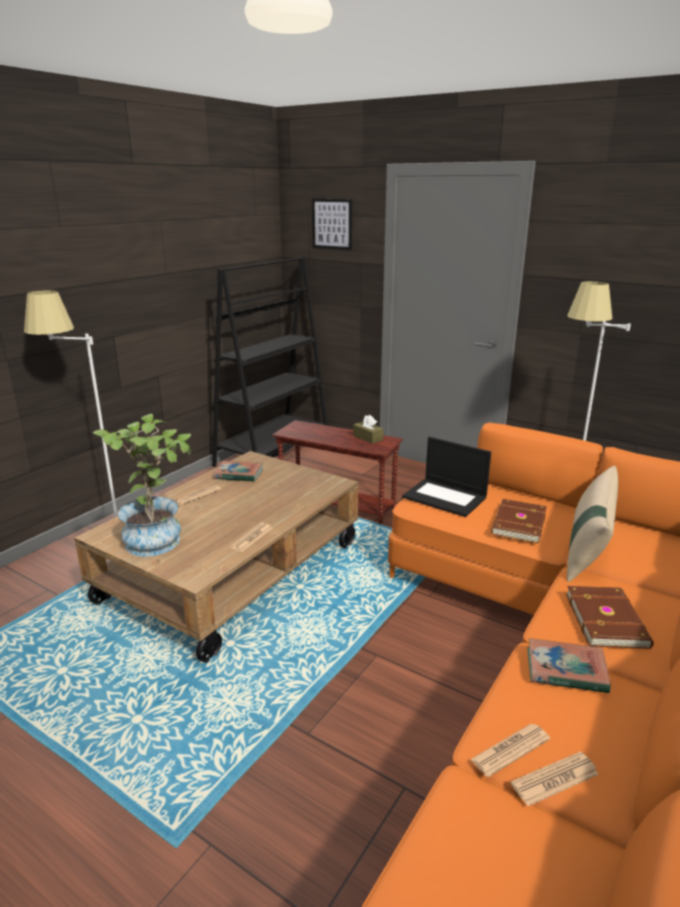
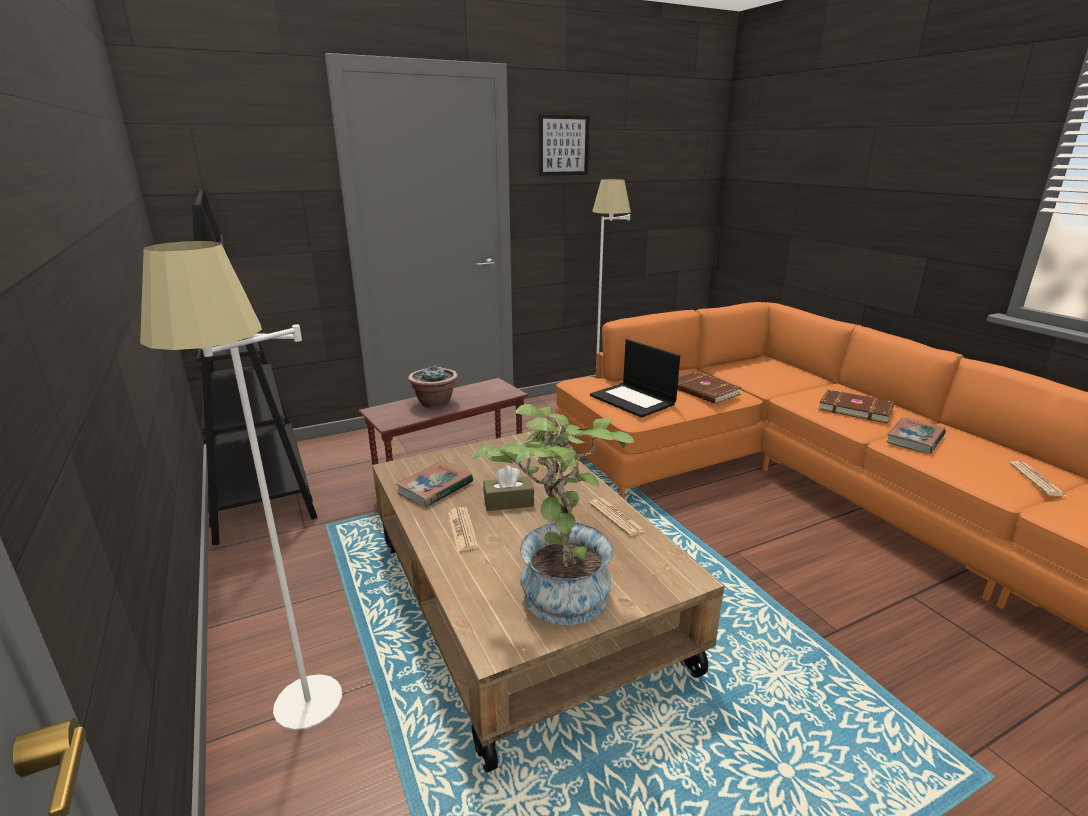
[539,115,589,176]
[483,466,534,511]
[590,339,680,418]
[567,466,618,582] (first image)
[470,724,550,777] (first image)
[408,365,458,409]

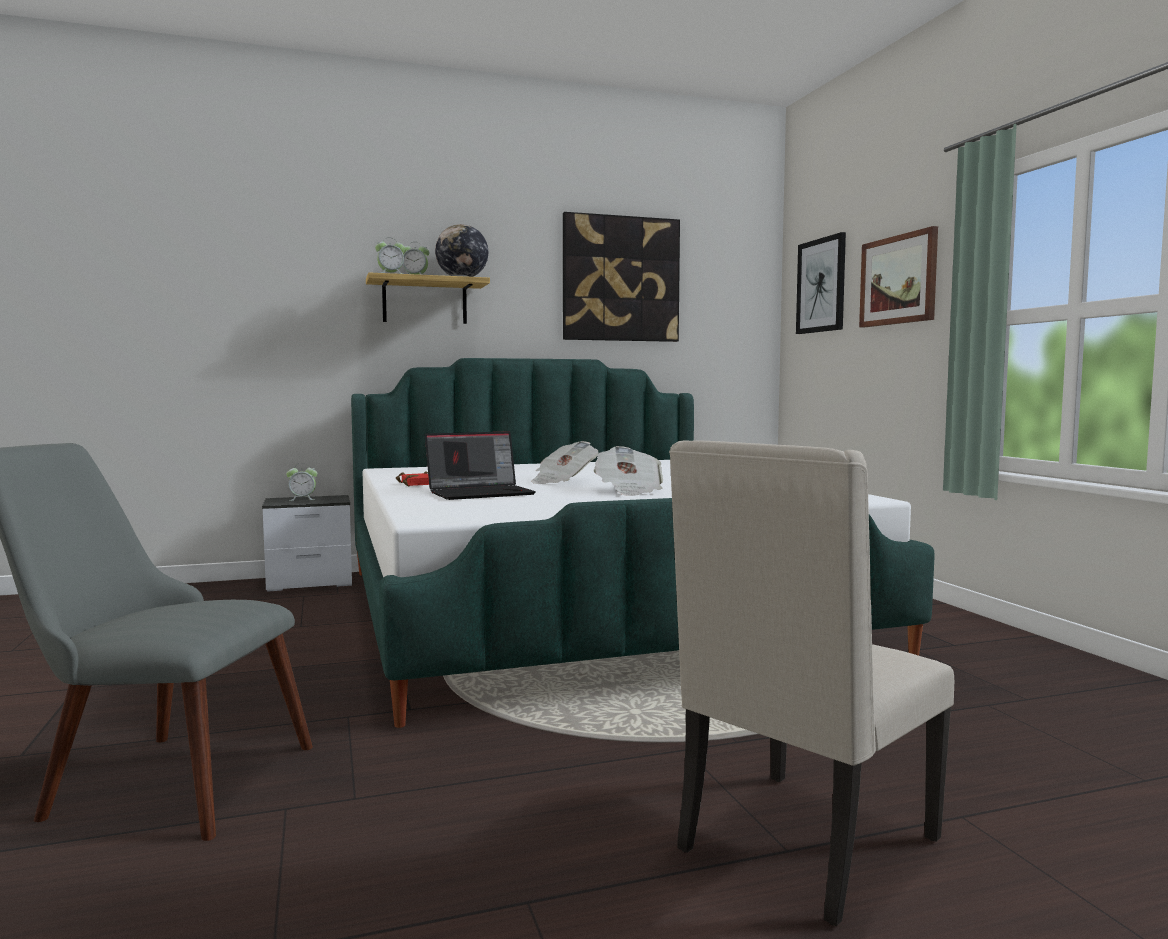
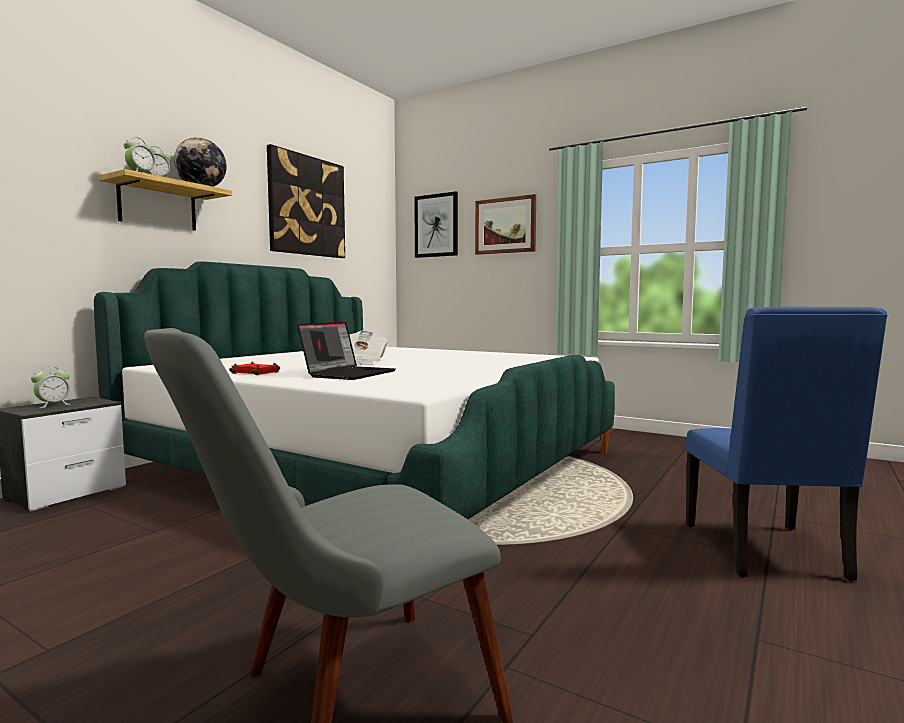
[686,307,888,581]
[594,446,663,496] (first image)

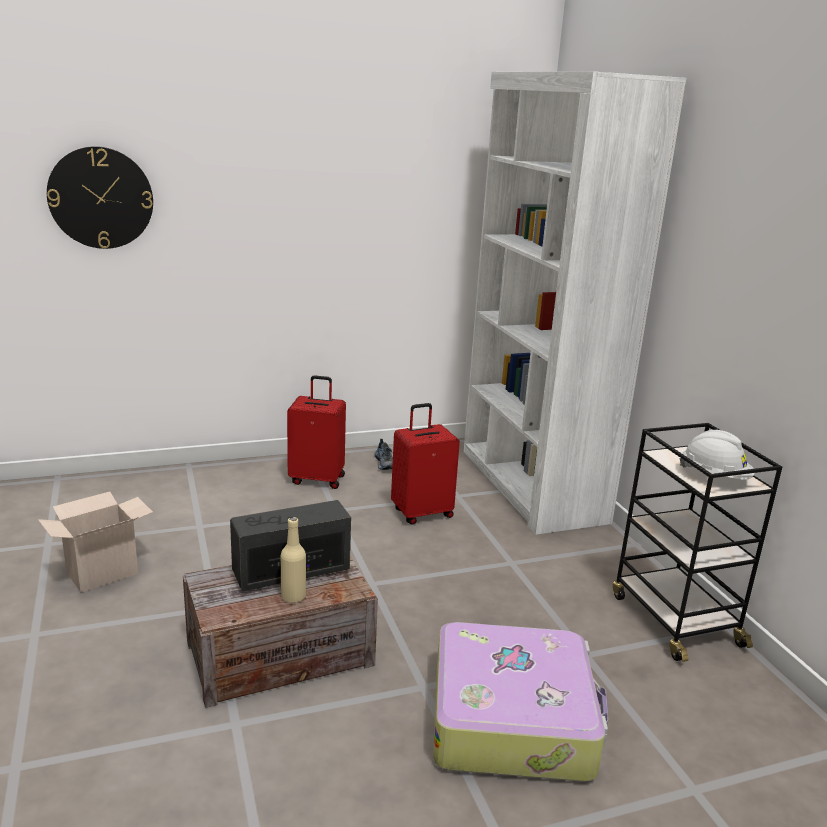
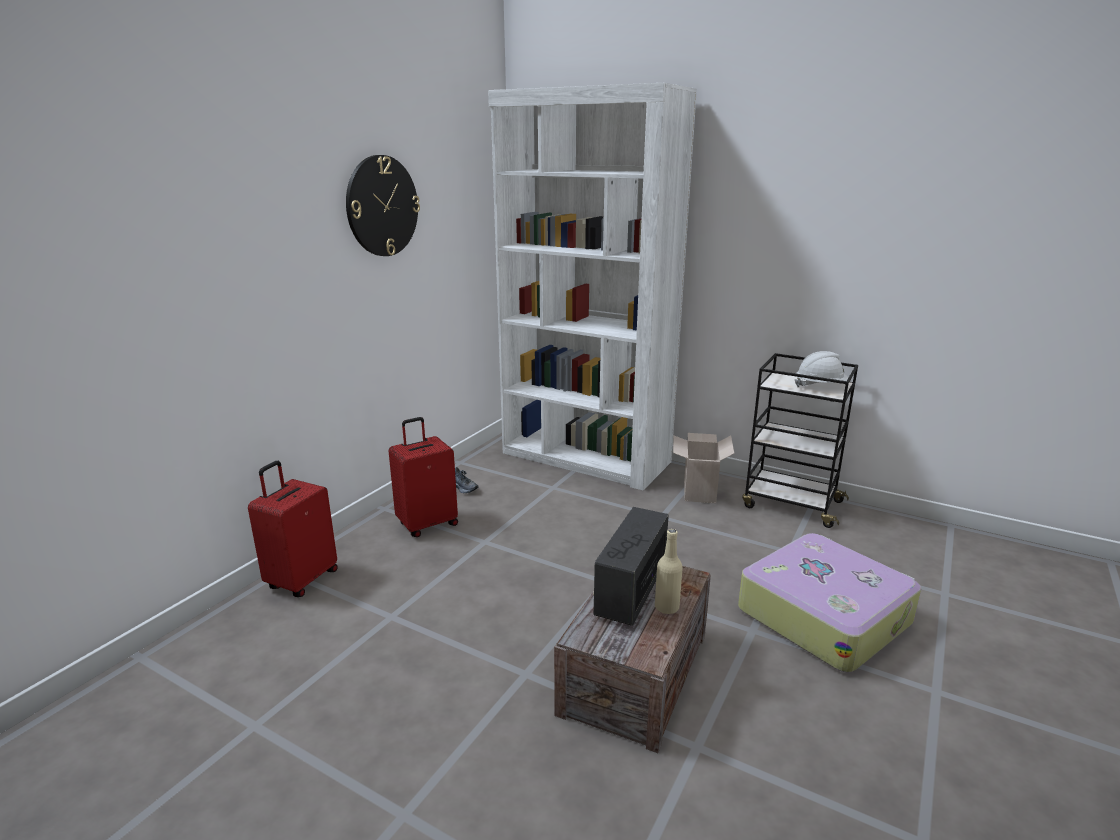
[346,155,420,256]
[248,461,338,597]
[673,433,734,503]

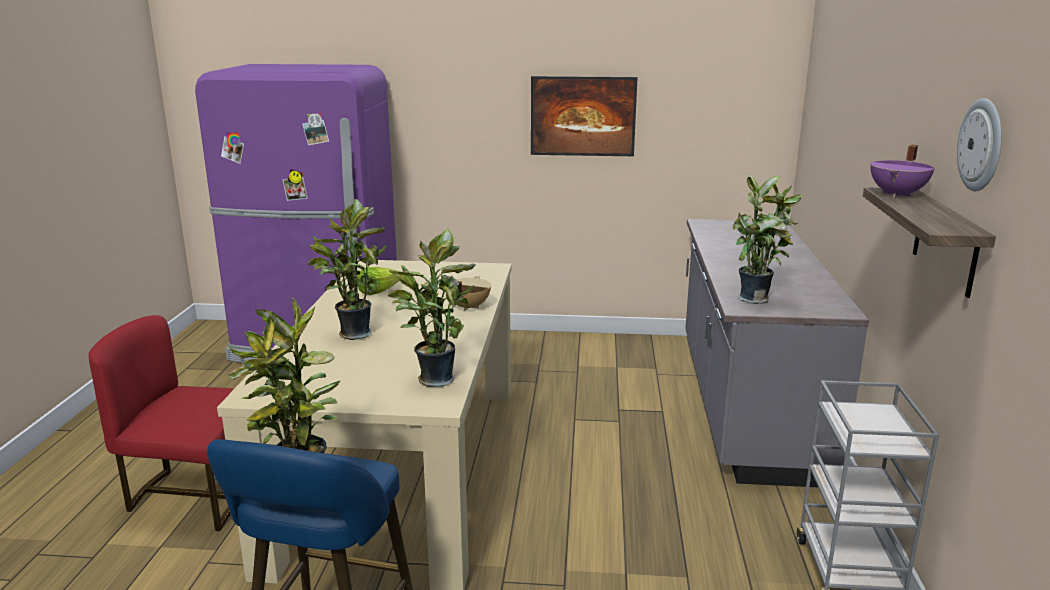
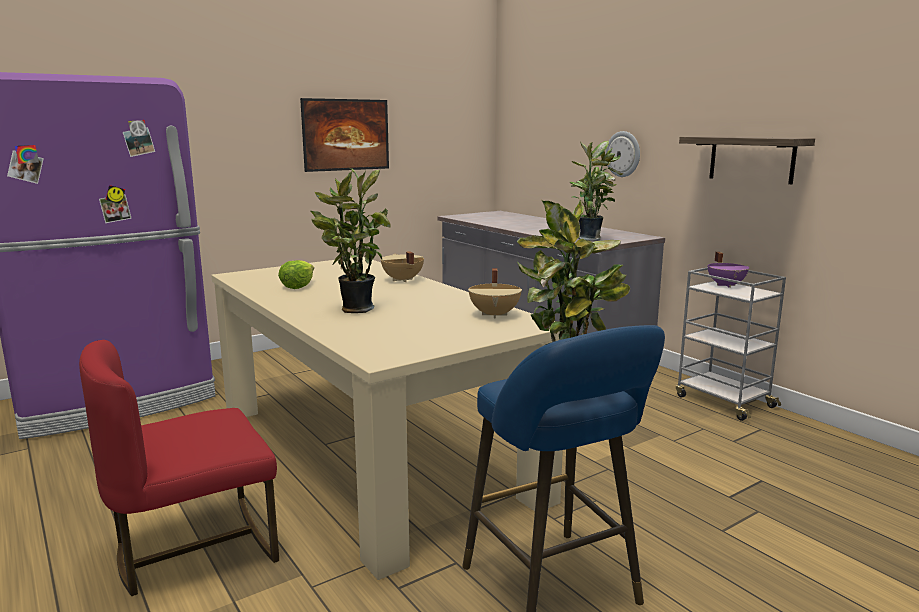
[605,131,640,177]
[708,252,749,288]
[468,268,522,319]

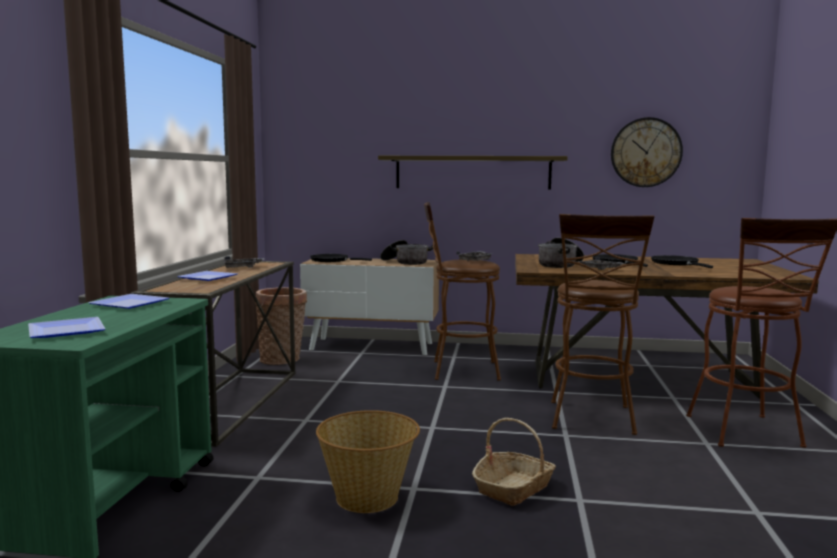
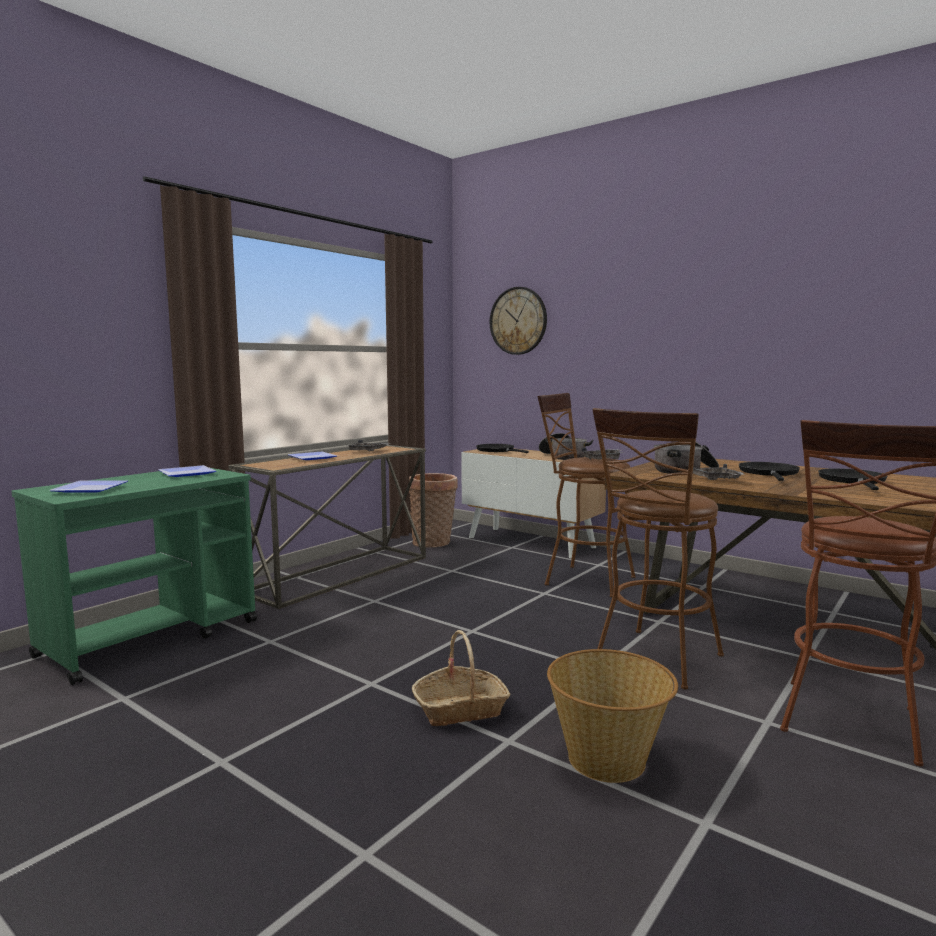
[490,287,547,355]
[378,156,568,190] (first image)
[547,649,678,783]

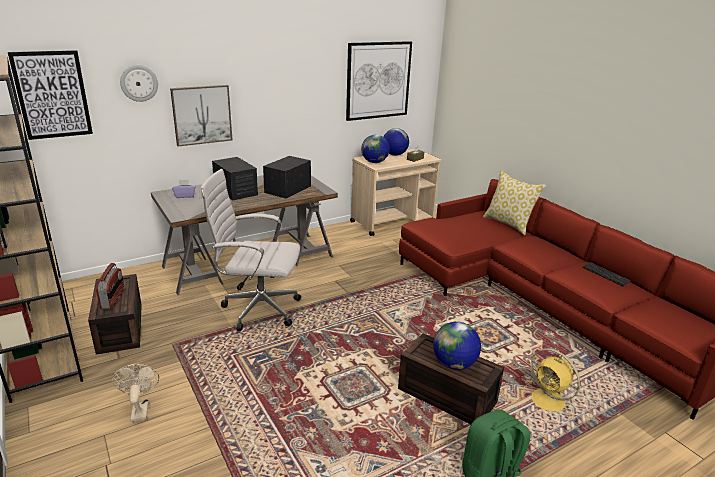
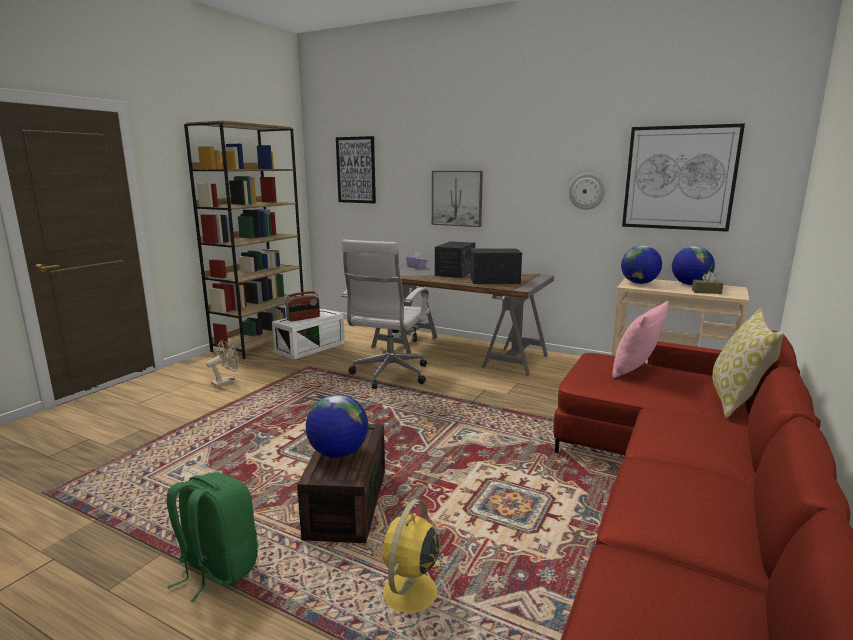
[569,173,605,210]
[341,240,430,389]
[583,262,631,286] (first image)
[272,309,345,360]
[612,301,669,378]

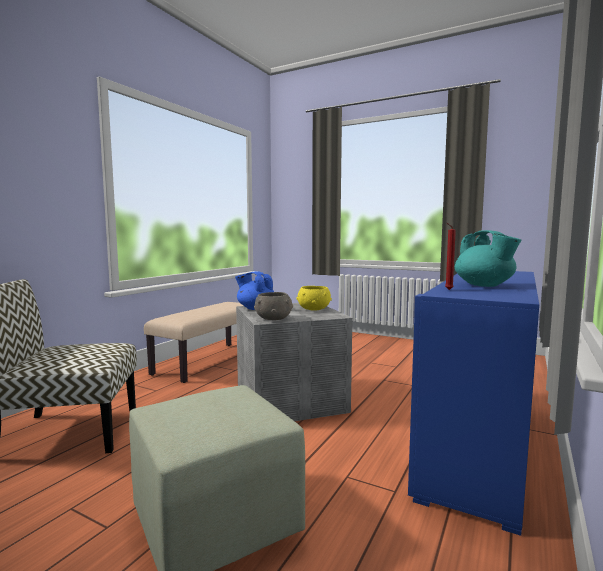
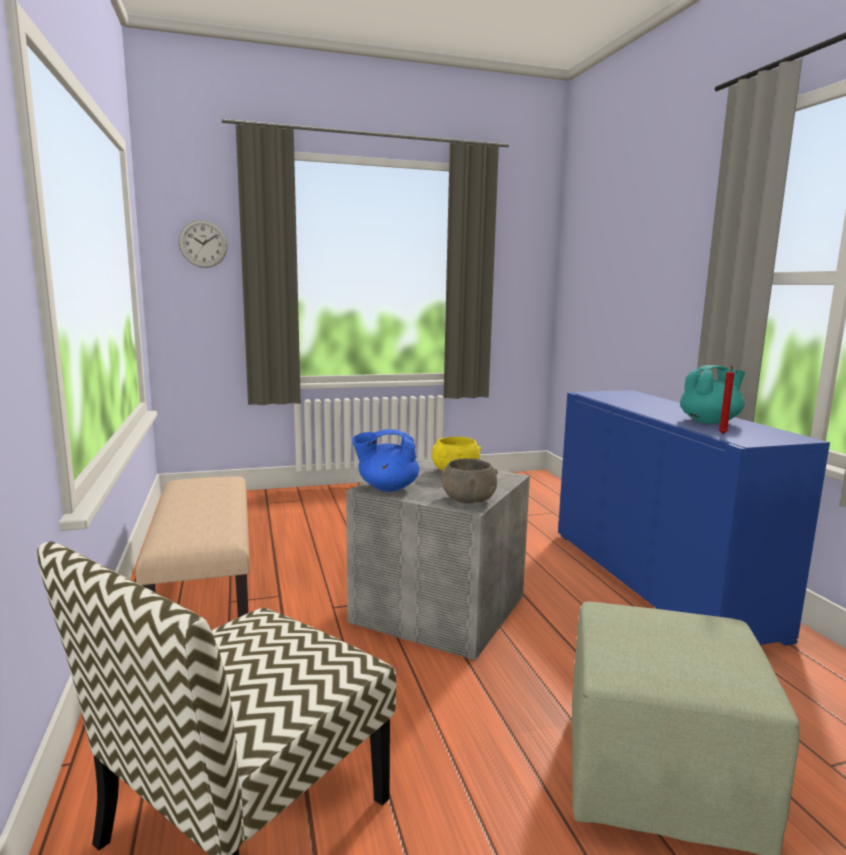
[680,365,745,424]
[179,220,228,268]

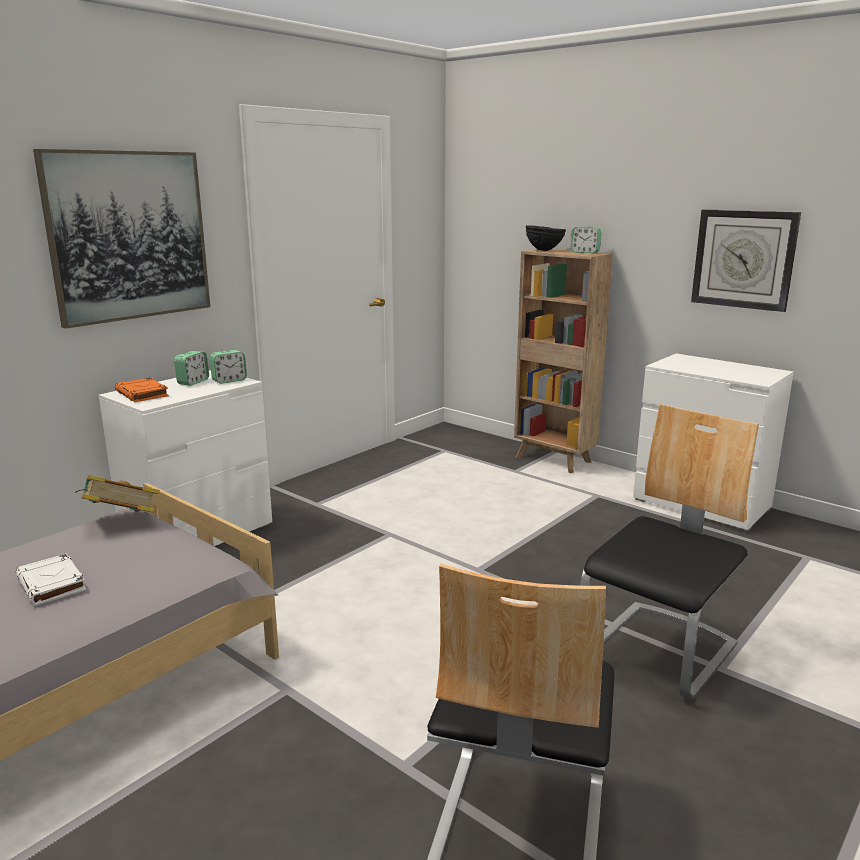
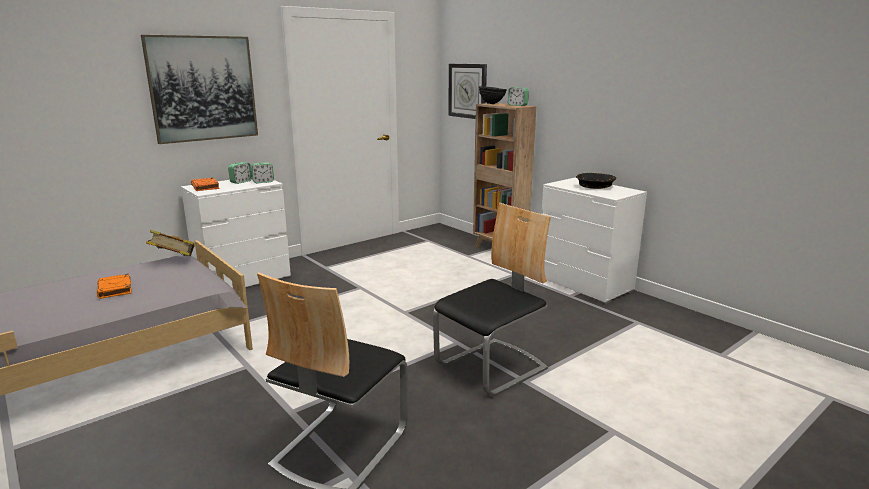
[448,64,487,119]
[97,274,132,299]
[576,173,616,189]

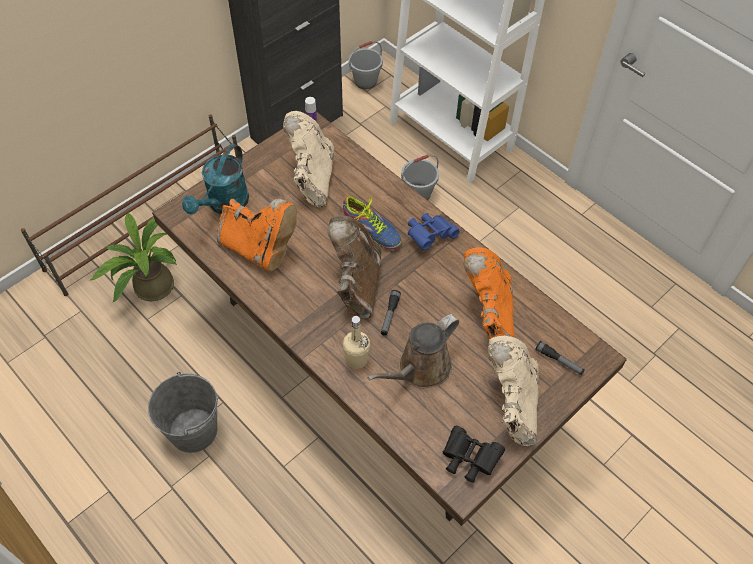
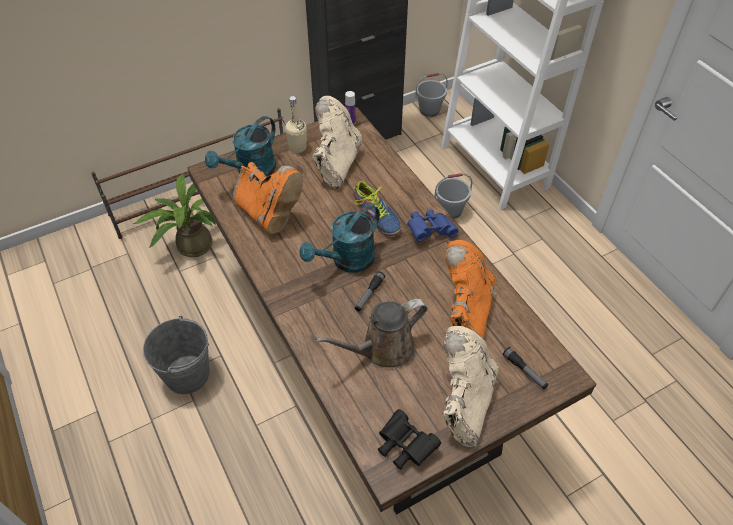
[299,204,380,273]
[285,96,307,153]

